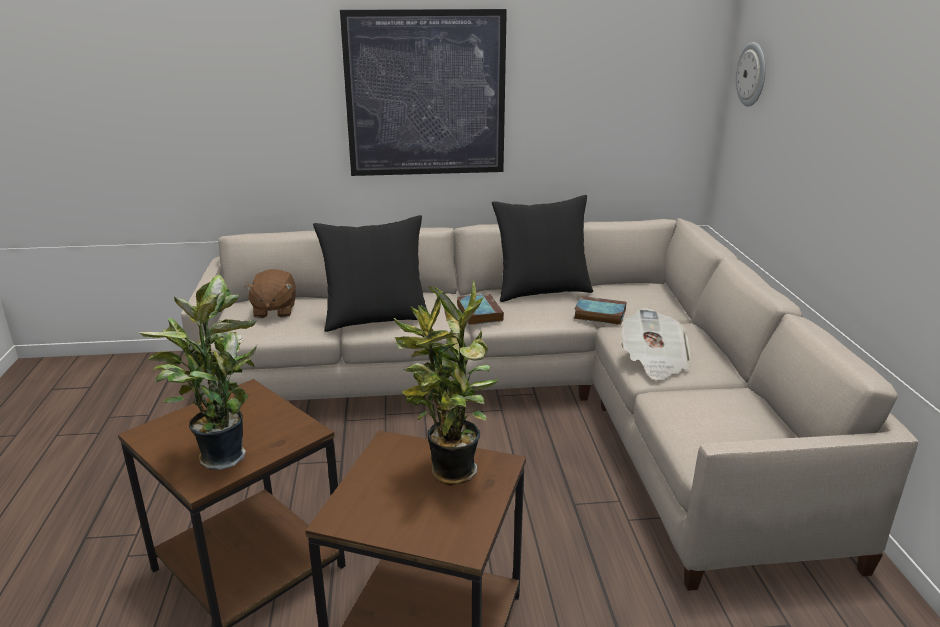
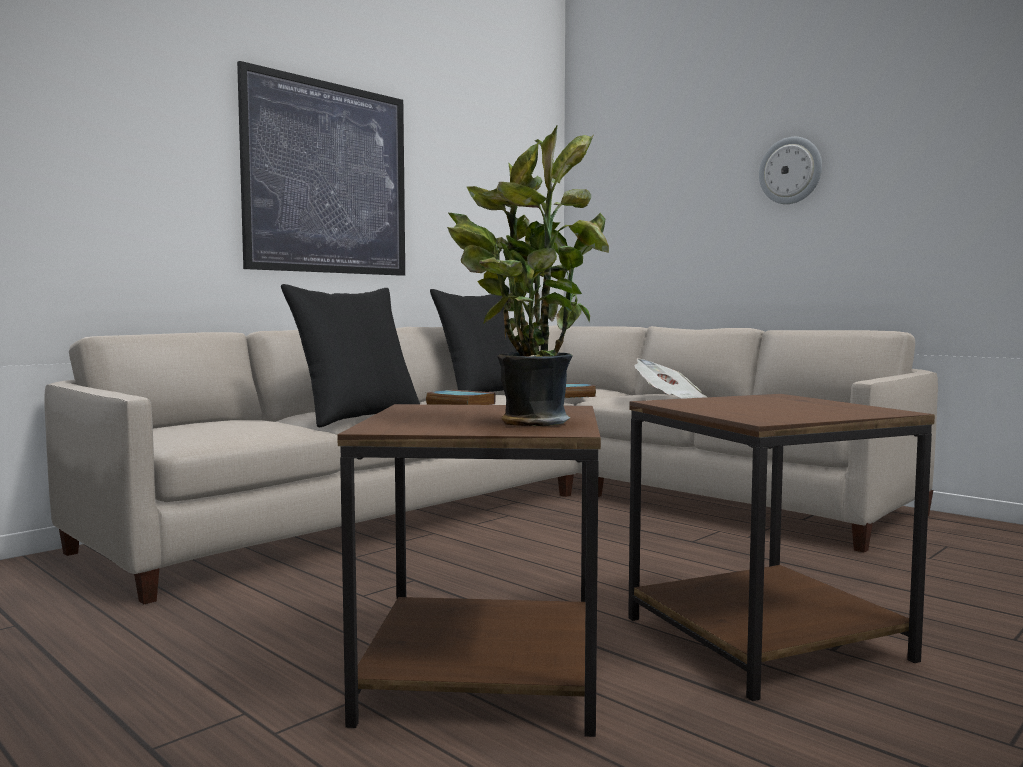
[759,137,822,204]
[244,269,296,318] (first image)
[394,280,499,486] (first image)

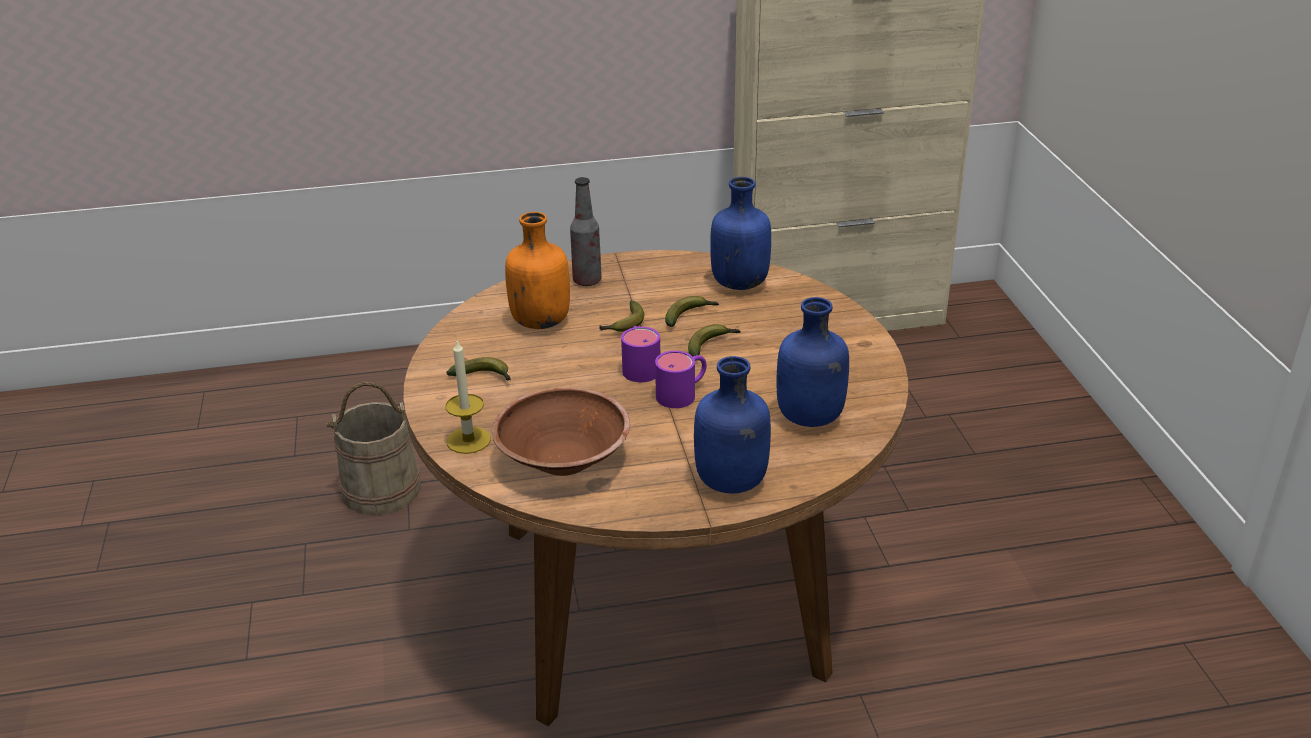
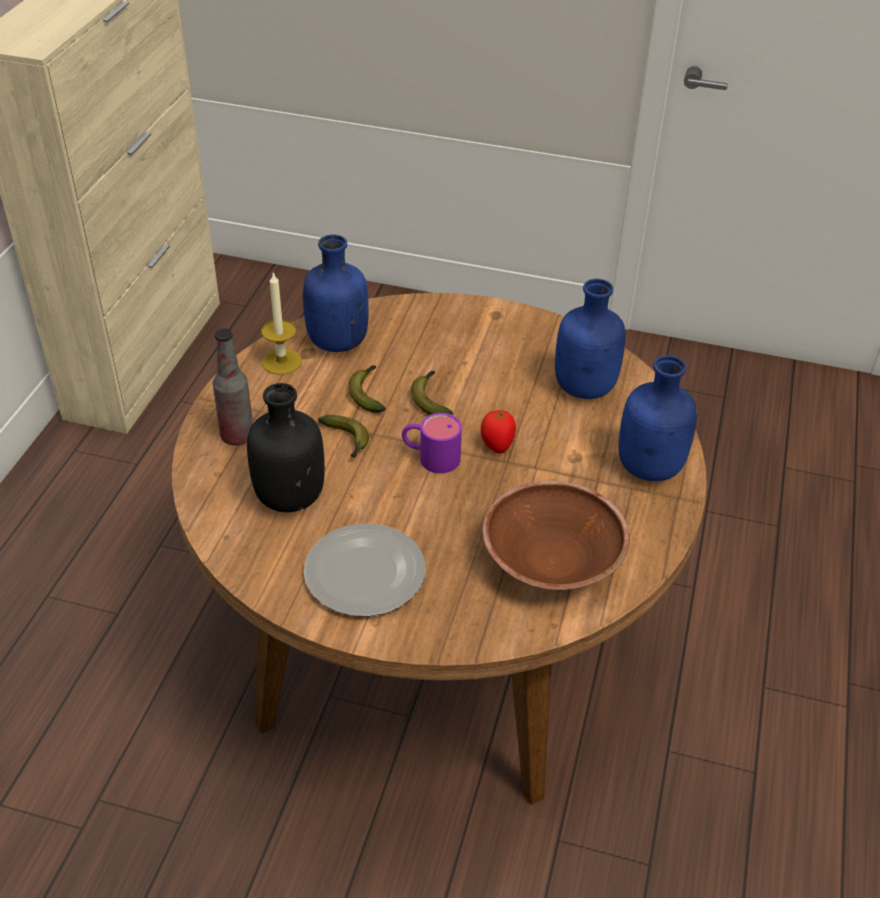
[247,383,325,512]
[261,272,302,375]
[481,409,516,454]
[304,523,426,617]
[325,382,421,515] (first image)

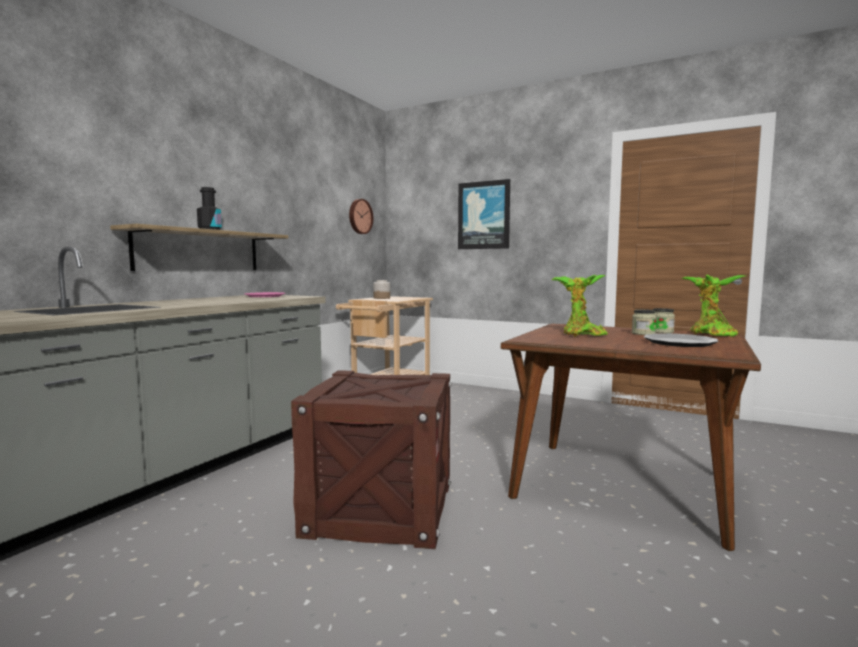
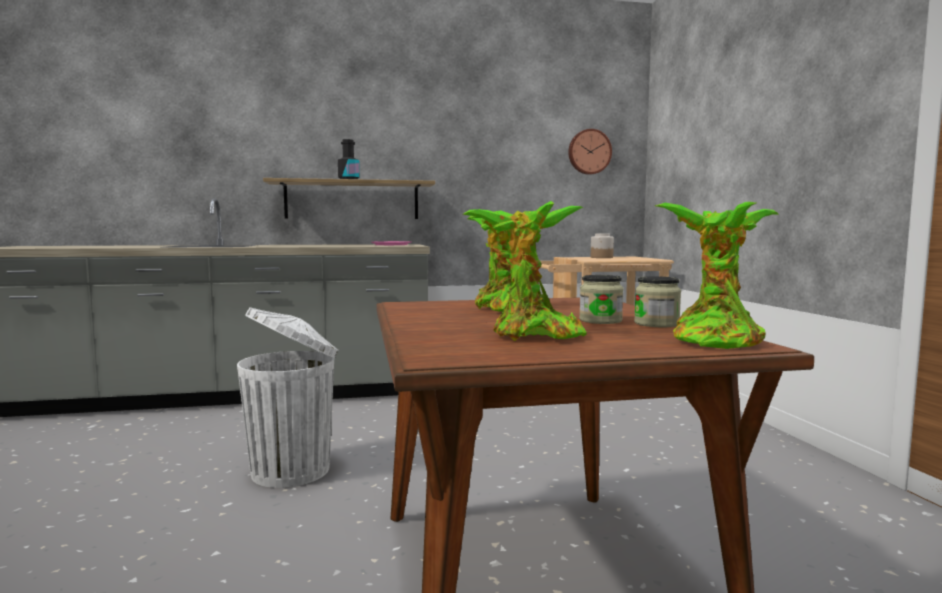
[458,179,510,249] (first image)
[463,201,587,341]
[237,307,338,488]

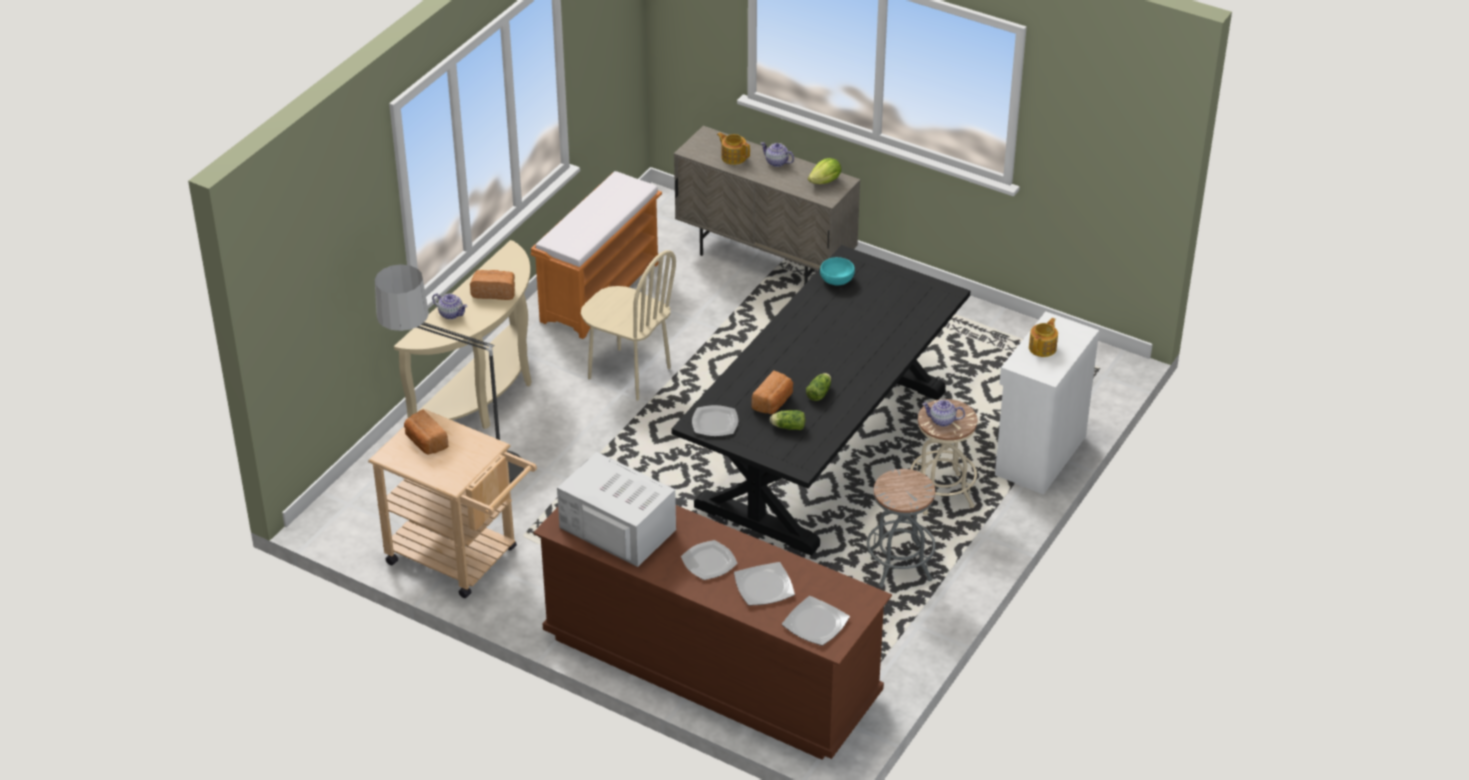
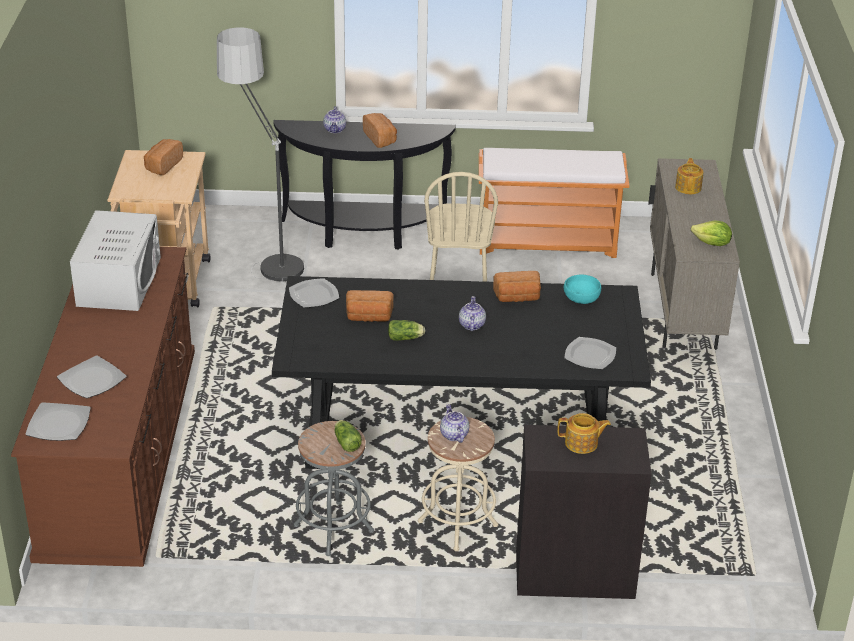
[459,296,486,331]
[273,120,456,249]
[516,425,652,599]
[334,420,362,452]
[564,337,616,369]
[493,271,541,302]

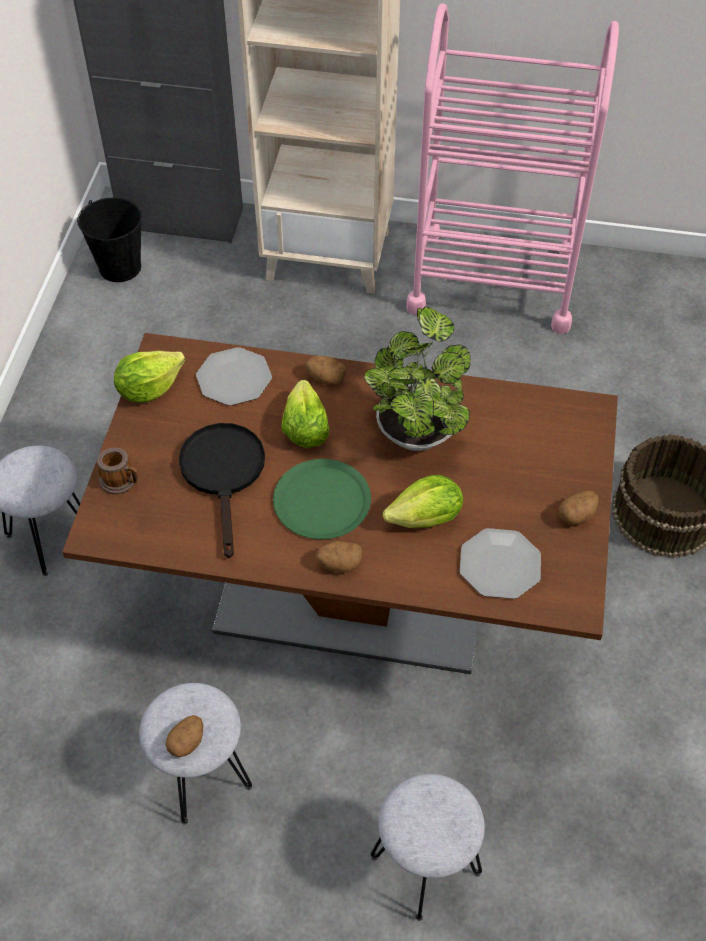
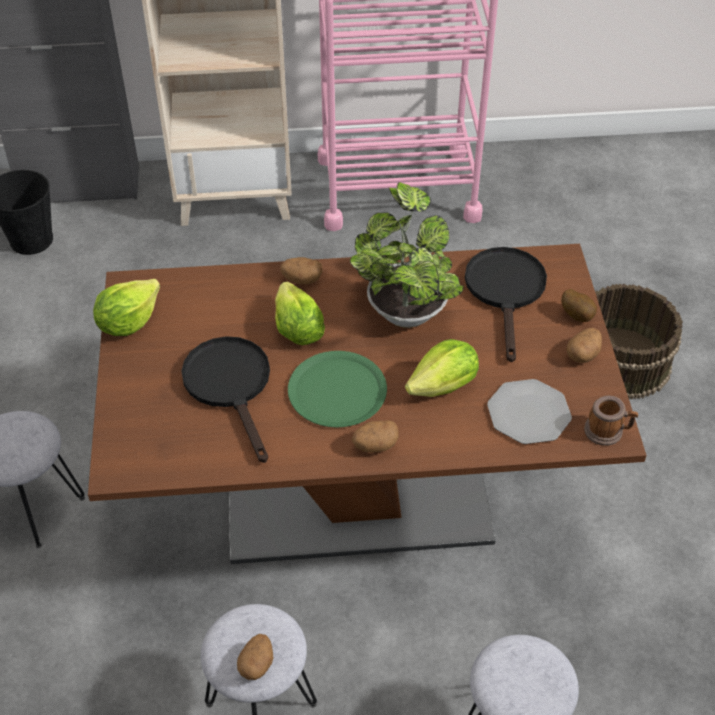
[196,347,272,406] (first image)
[584,396,638,446]
[465,247,547,362]
[561,289,597,322]

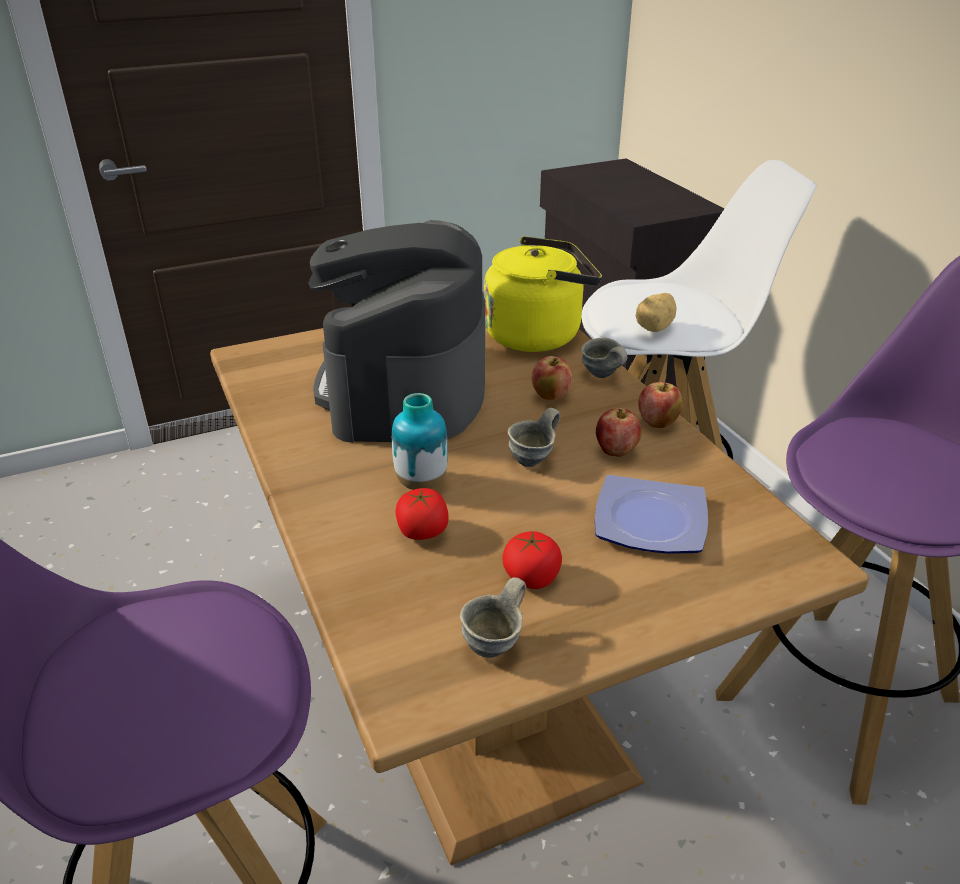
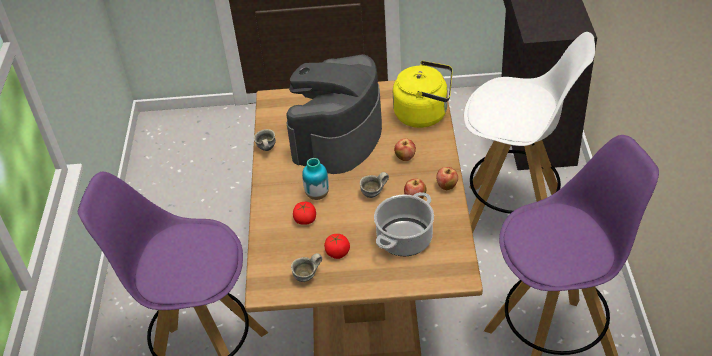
[636,293,676,332] (first image)
[254,129,276,151]
[374,192,434,256]

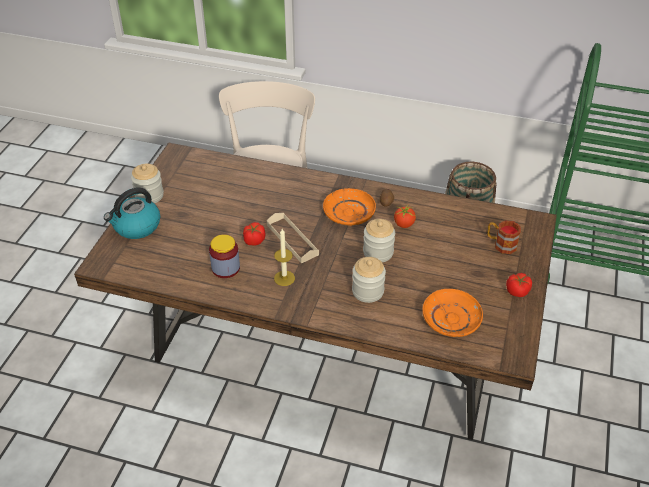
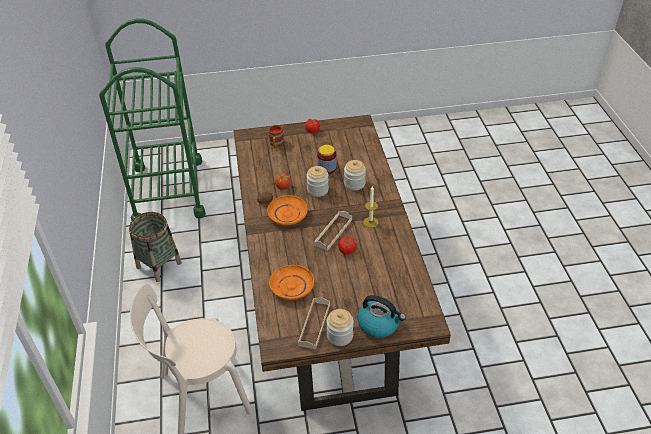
[317,145,337,174]
[269,265,314,300]
[298,297,330,349]

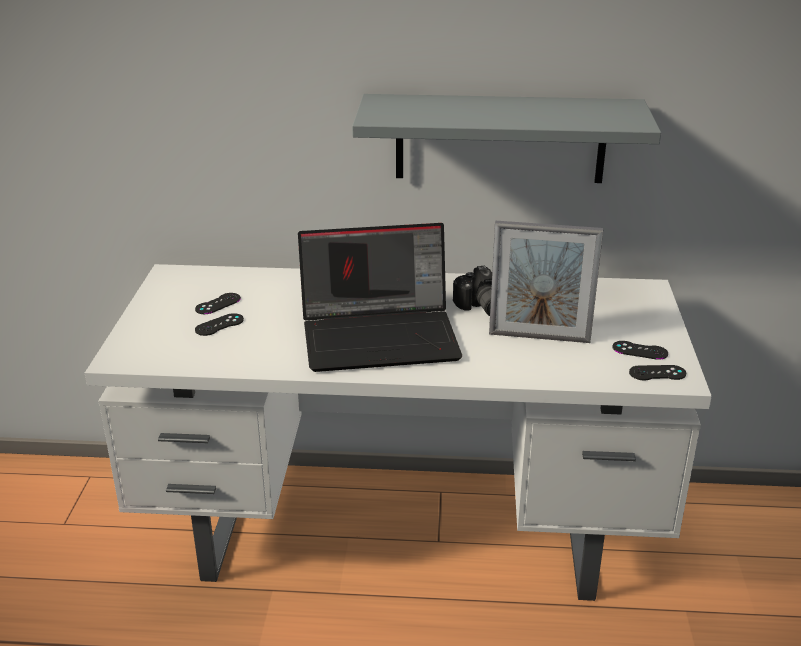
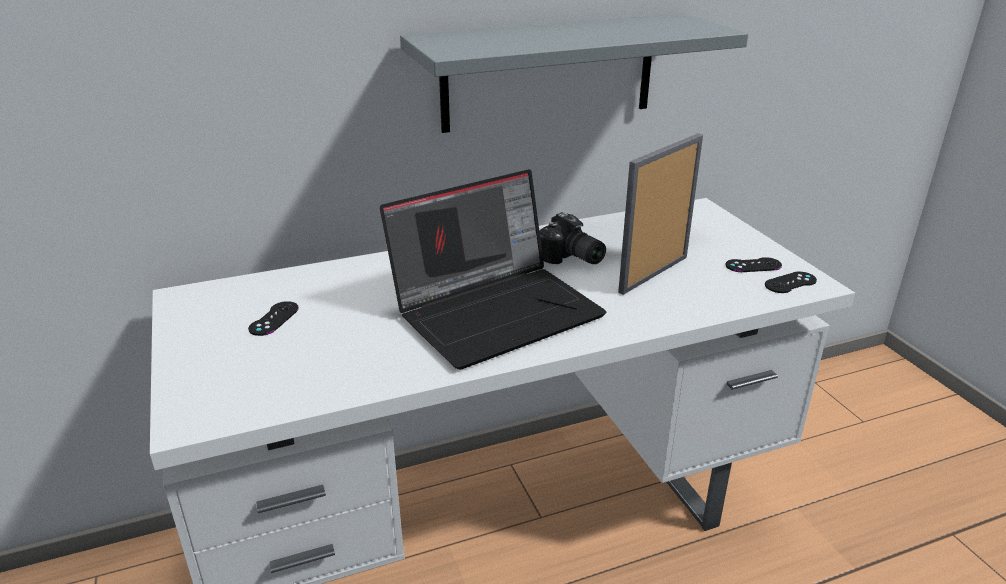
[618,133,703,295]
[195,313,244,336] (first image)

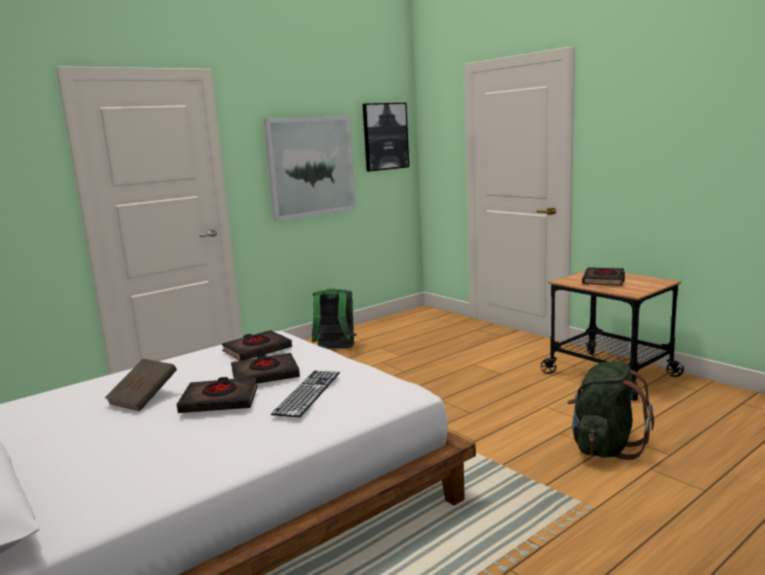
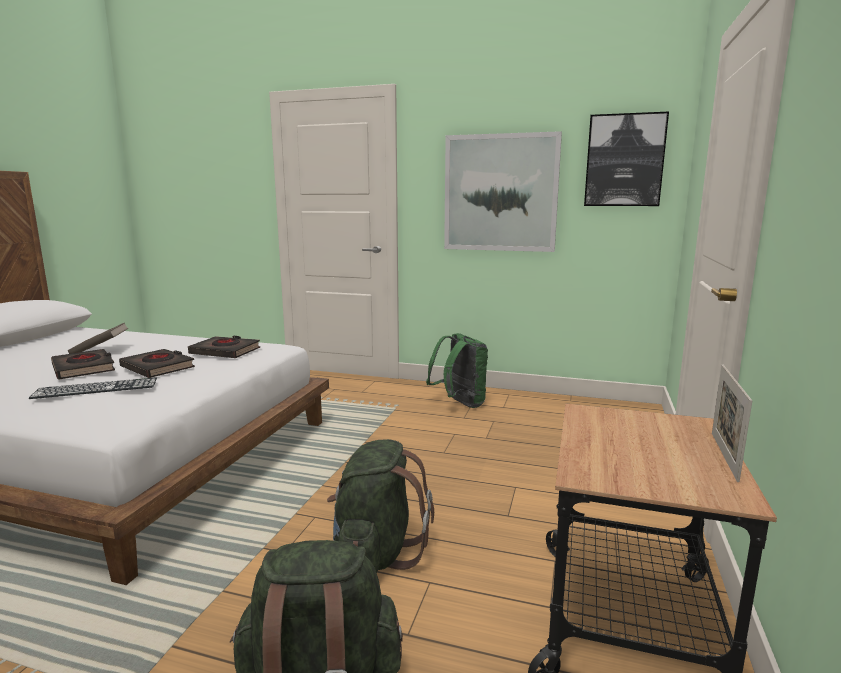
[582,267,625,286] (first image)
[712,364,752,482]
[327,439,434,573]

